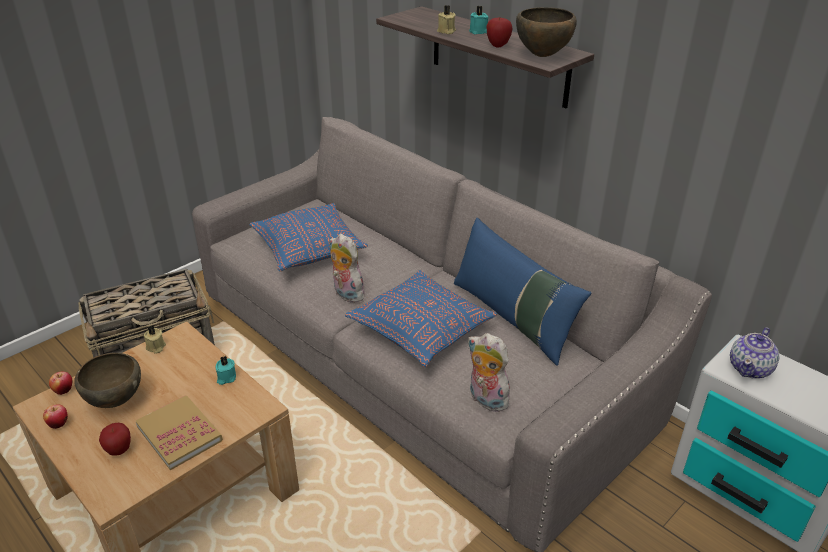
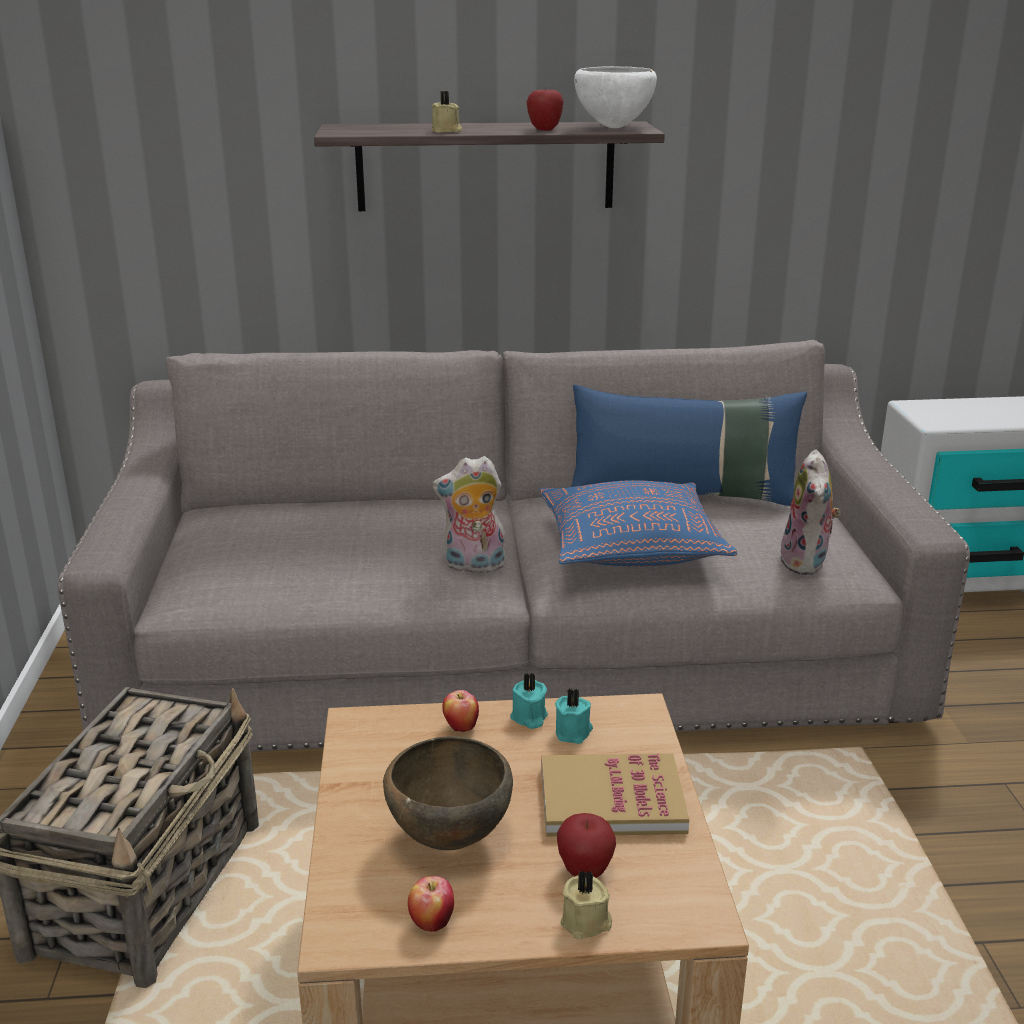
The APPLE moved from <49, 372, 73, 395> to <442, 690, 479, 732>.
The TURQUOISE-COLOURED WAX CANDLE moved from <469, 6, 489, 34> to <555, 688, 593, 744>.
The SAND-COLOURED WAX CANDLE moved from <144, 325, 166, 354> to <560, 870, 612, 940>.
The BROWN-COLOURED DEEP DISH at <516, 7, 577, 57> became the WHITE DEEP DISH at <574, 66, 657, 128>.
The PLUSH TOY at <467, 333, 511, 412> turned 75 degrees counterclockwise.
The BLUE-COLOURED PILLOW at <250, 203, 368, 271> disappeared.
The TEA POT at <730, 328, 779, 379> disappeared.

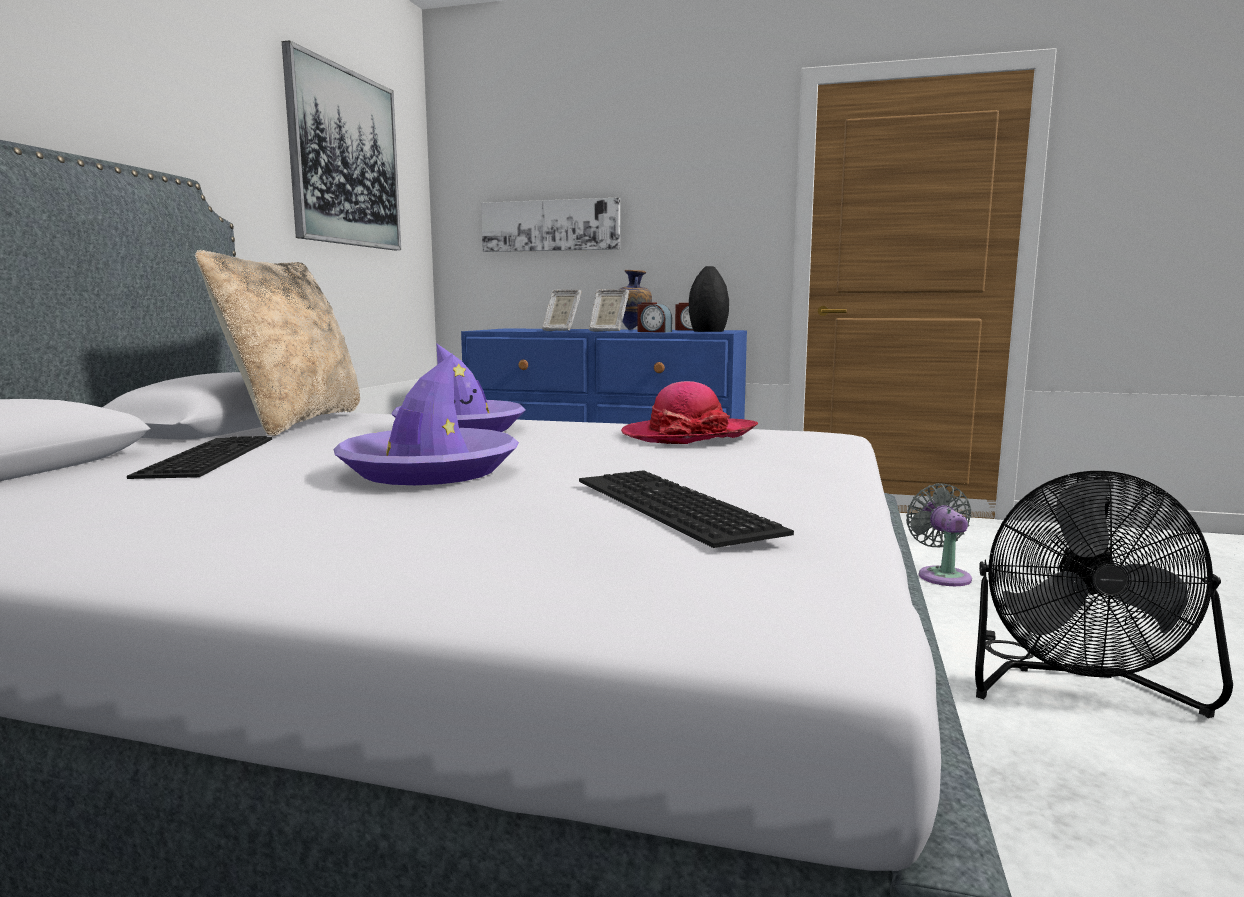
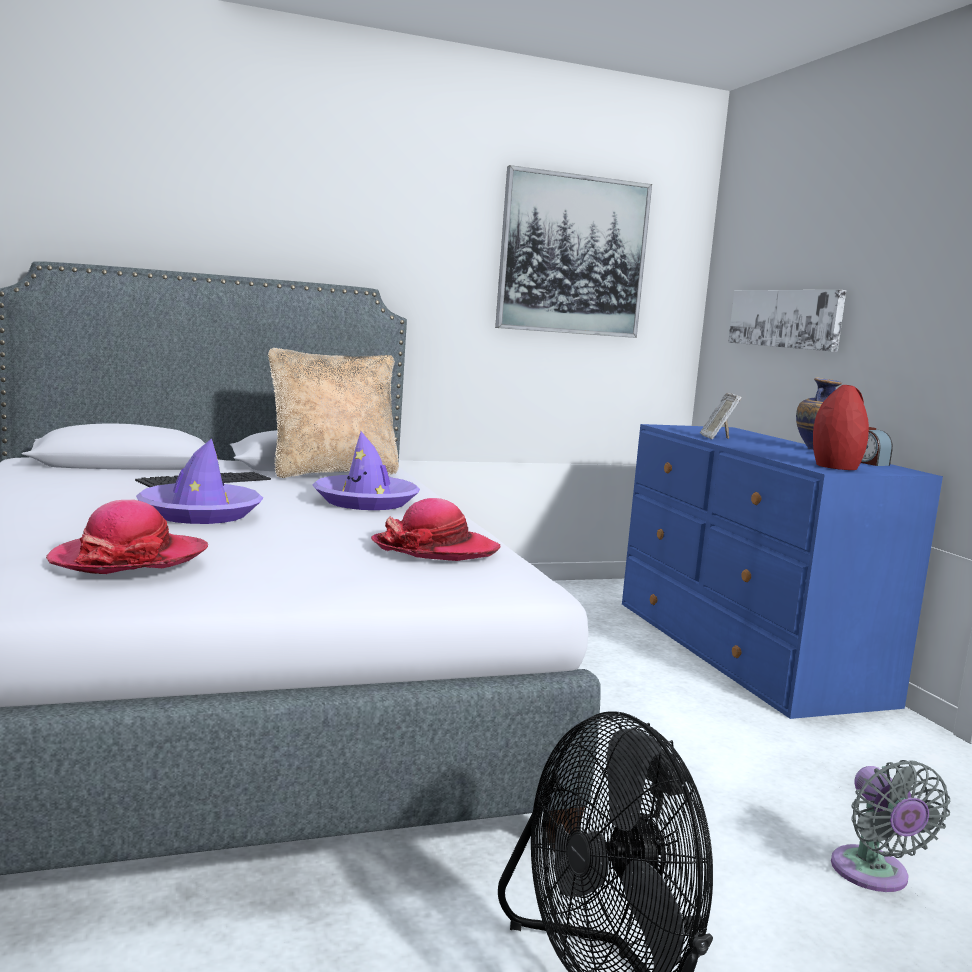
The PC KEYBOARD at <579, 470, 794, 548> was replaced by the WEARABLE HAT at <46, 500, 208, 574>.
The BLACK FLOWER VASE at <689, 266, 729, 332> became the REDDISH FLOWER VASE at <813, 385, 869, 470>.
The GREYISH ELECTRIC FAN at <906, 483, 972, 586> turned 120 degrees clockwise.
The PICTURE FRAME at <589, 289, 629, 331> disappeared.
The BEDSIDE CLOCK at <637, 302, 672, 333> disappeared.

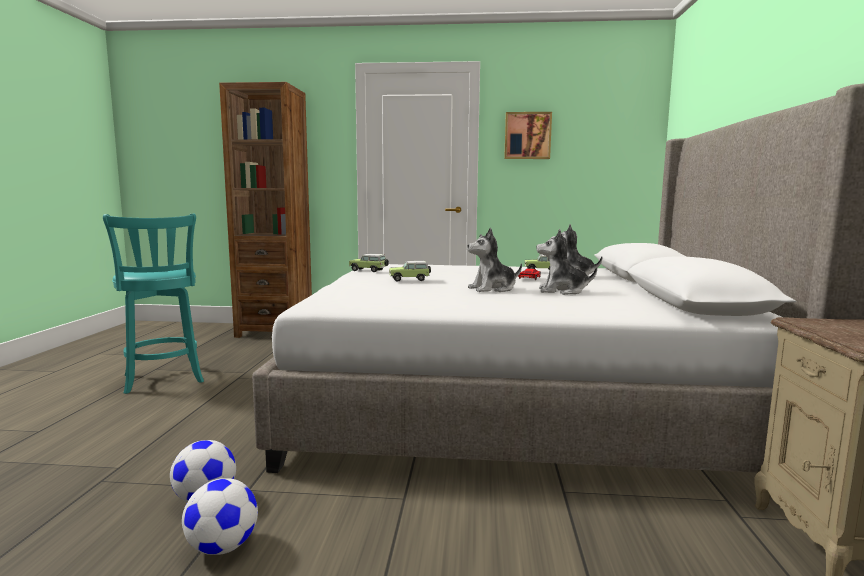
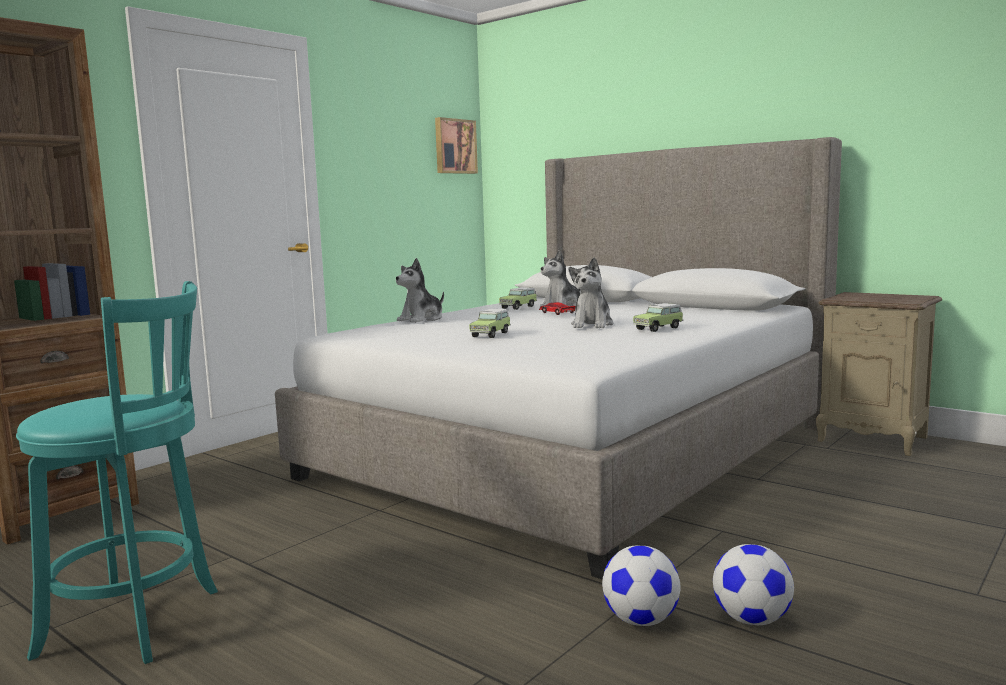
The PLUSH TOY moved from <536, 229, 597, 295> to <396, 258, 444, 323>.
The WALL PICTURE moved from <504, 112, 552, 159> to <435, 117, 478, 174>.
The MINIATURE CAR moved from <349, 254, 389, 272> to <633, 303, 683, 332>.

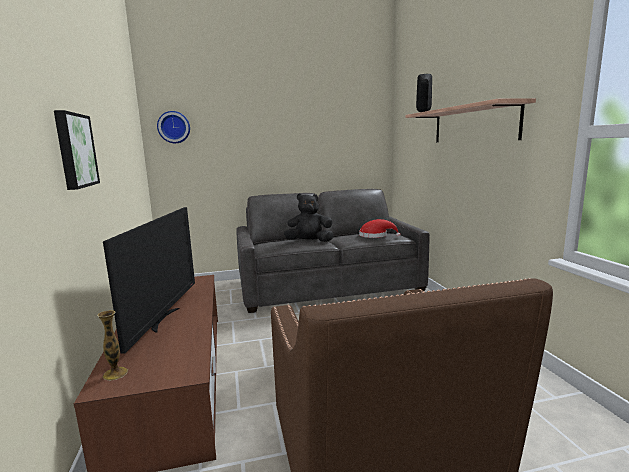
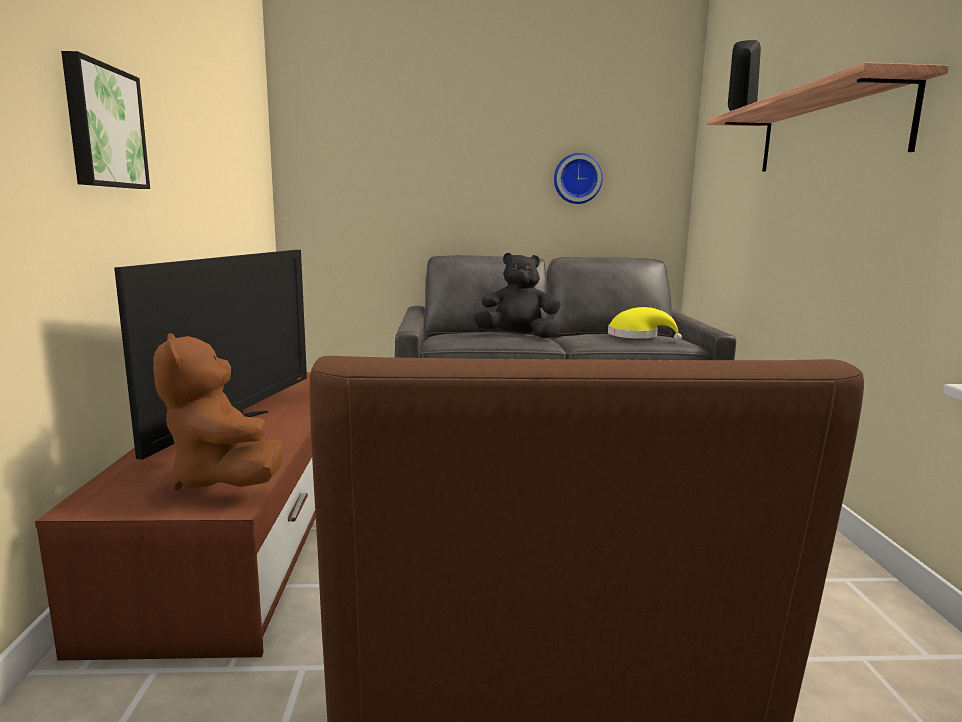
The BROWN-COLOURED PLUSH TOY at <153, 333, 284, 491> appeared.
The HANGING CLOCK moved from <157, 111, 190, 143> to <554, 153, 603, 204>.
The REDDISH WEARABLE HAT at <359, 219, 400, 238> became the YELLOW WEARABLE HAT at <608, 307, 682, 341>.
The FLOWER VASE at <97, 310, 128, 381> disappeared.

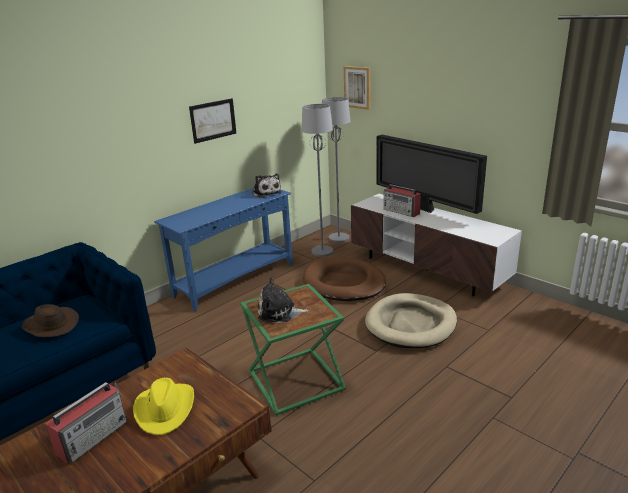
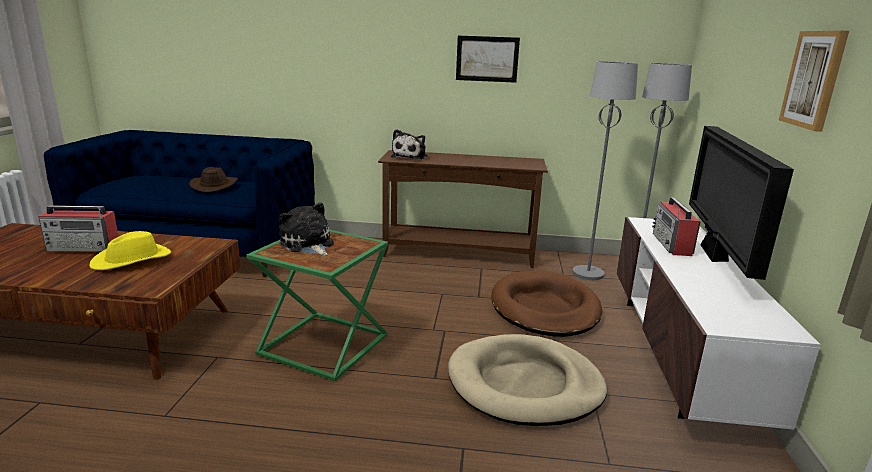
The BLUE-COLOURED HALL TABLE at <154, 188, 293, 311> became the BROWN-COLOURED HALL TABLE at <378, 150, 548, 268>.
The PLUSH TOY moved from <252, 173, 281, 198> to <391, 129, 427, 160>.
The WALL PICTURE moved from <344, 66, 371, 110> to <779, 31, 849, 132>.

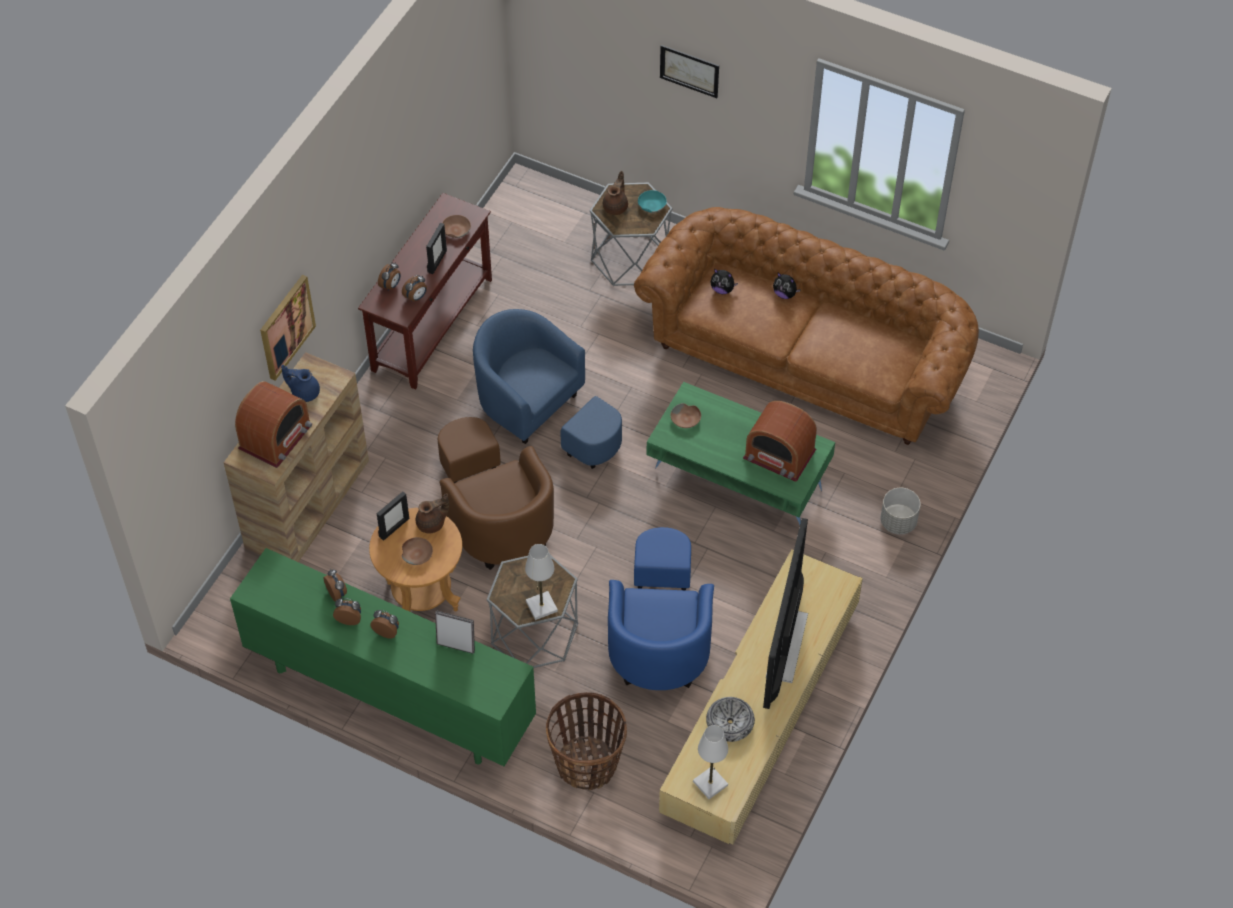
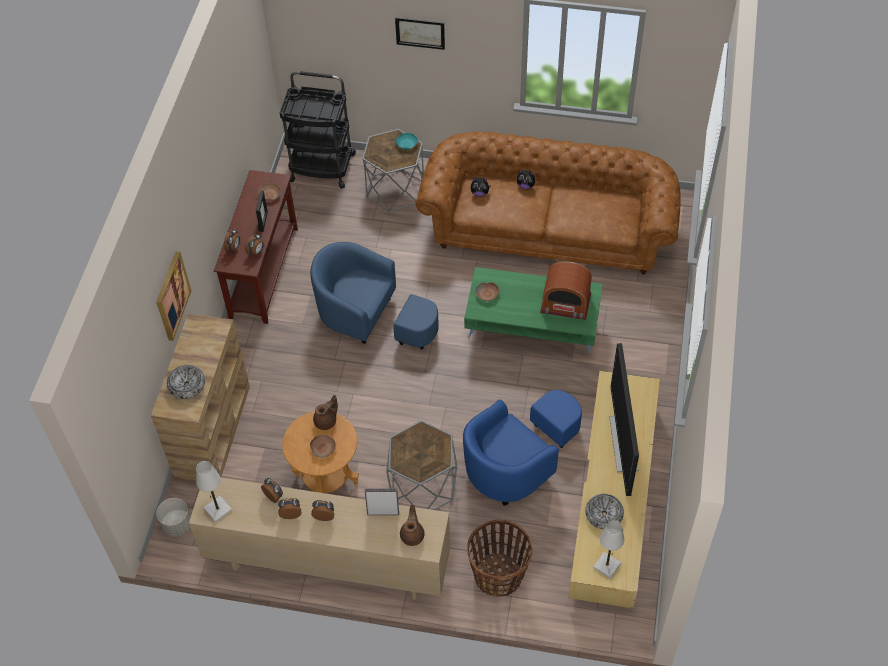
The GREYISH PLANTER moved from <880, 488, 921, 535> to <156, 498, 191, 537>.
The RADIO RECEIVER at <235, 381, 312, 468> was replaced by the DEEP DISH at <167, 365, 205, 399>.
The GREEN-COLOURED STORAGE CABINET at <230, 548, 536, 766> became the SAND-COLOURED STORAGE CABINET at <189, 478, 450, 600>.
The WHITE TABLE LAMP moved from <525, 544, 558, 620> to <196, 461, 232, 522>.
The BLACK WHEELED CART at <280, 71, 356, 189> appeared.
The BROWN-COLOURED TEA POT moved from <603, 171, 628, 215> to <400, 504, 424, 546>.
The BLUE-COLOURED ARMCHAIR at <608, 527, 714, 690> turned 60 degrees clockwise.
The BLUE-COLOURED TEA POT at <281, 365, 320, 402> disappeared.
The PICTURE FRAME at <376, 492, 409, 541> disappeared.
The BROWN-COLOURED ARMCHAIR at <438, 417, 554, 570> disappeared.

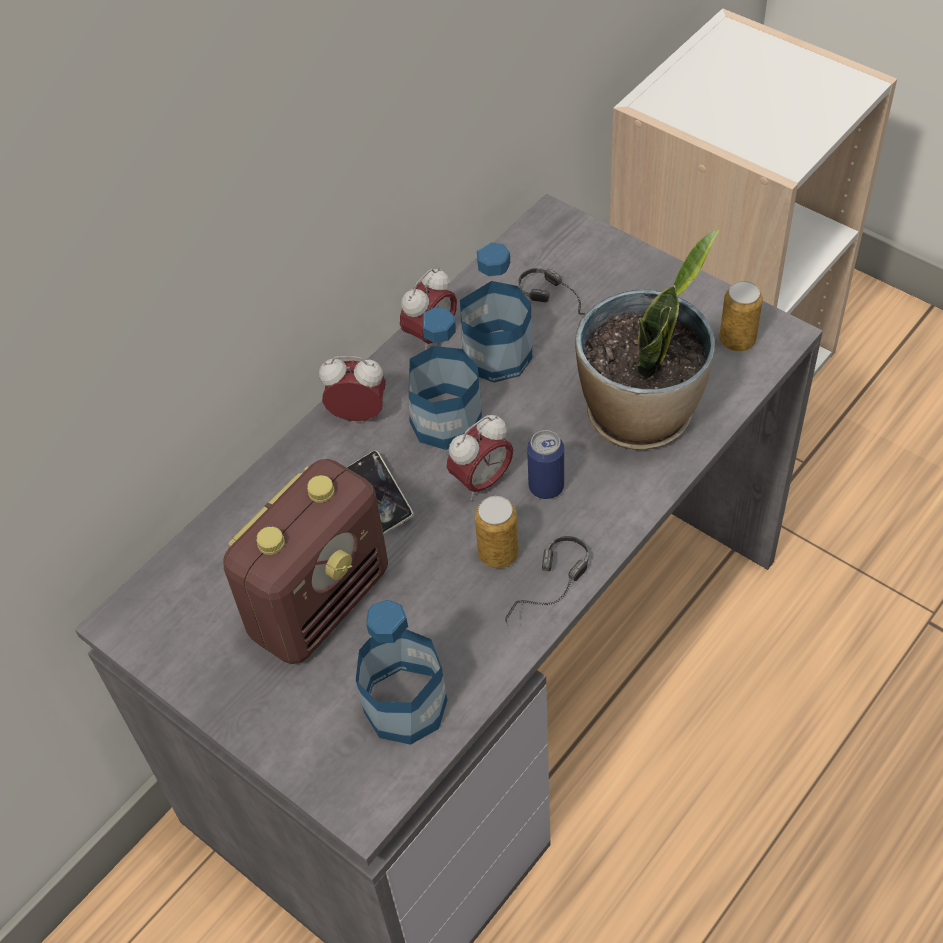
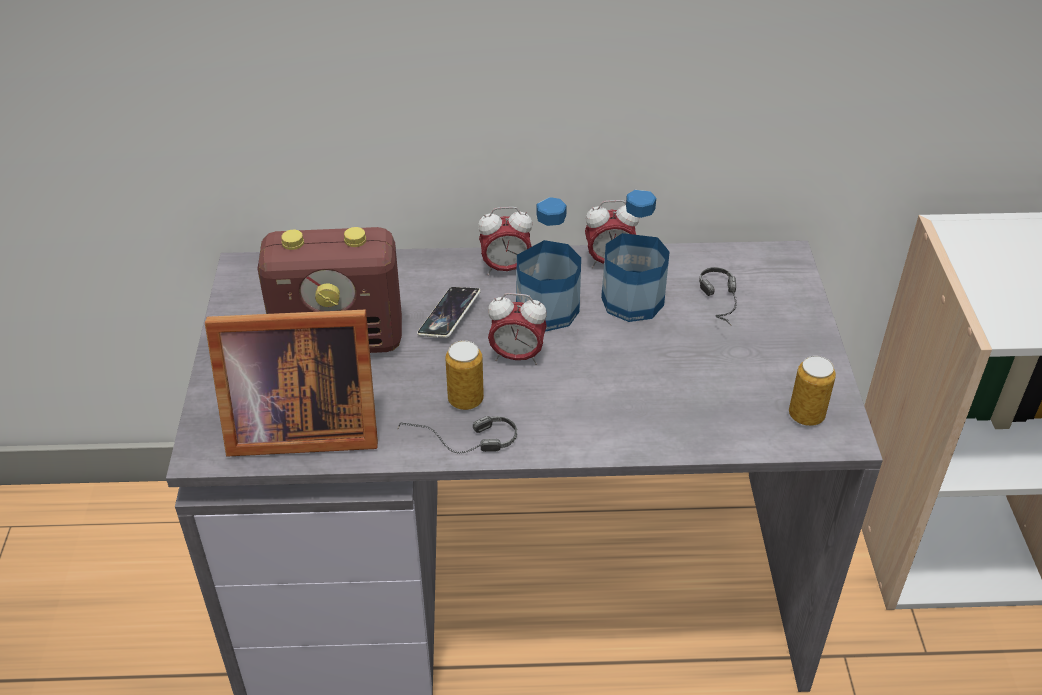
The BOTTLE at <356, 600, 447, 745> was replaced by the PICTURE FRAME at <205, 310, 378, 457>.
The BEDSIDE CLOCK at <319, 356, 386, 421> turned 120 degrees clockwise.
The METAL CAN at <527, 430, 564, 499> disappeared.
The HOUSEPLANT at <575, 230, 719, 450> disappeared.

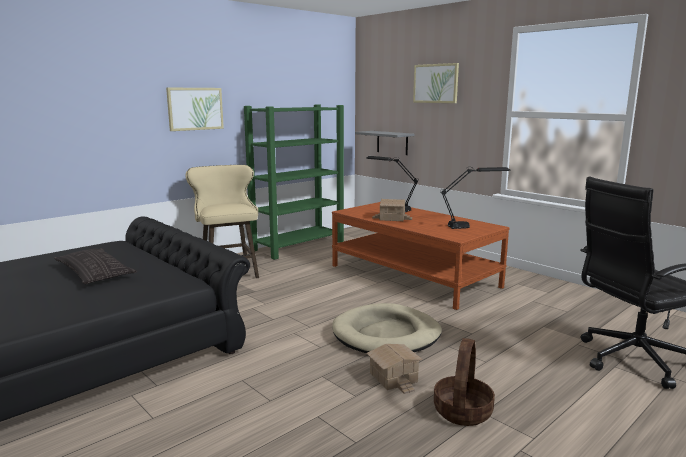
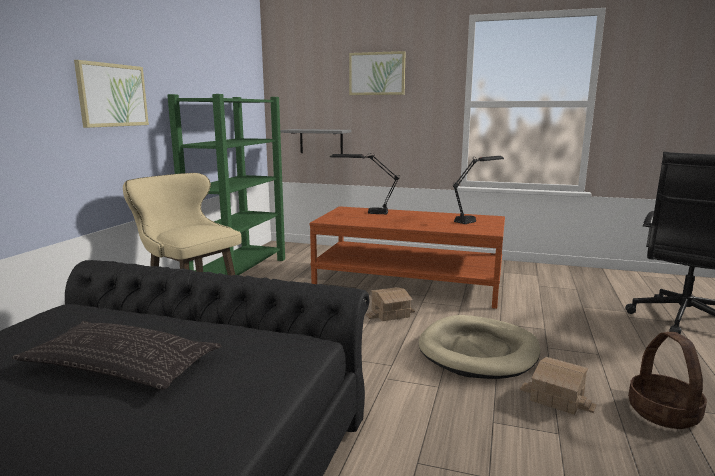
The MINIATURE HOUSE moved from <372, 199, 412, 221> to <366, 287, 415, 321>.

